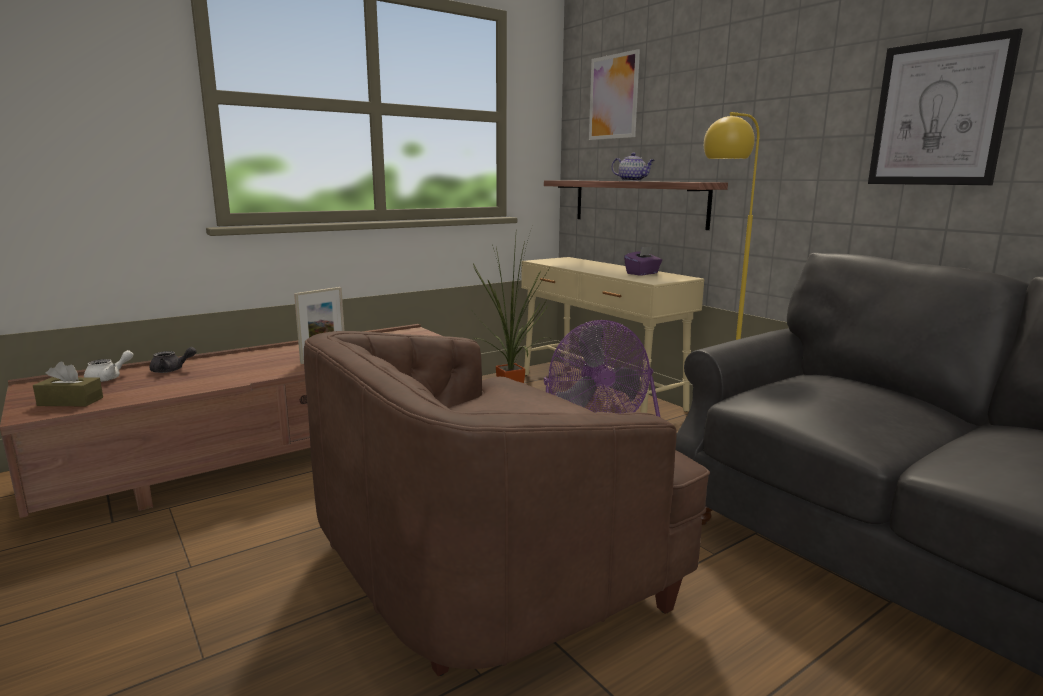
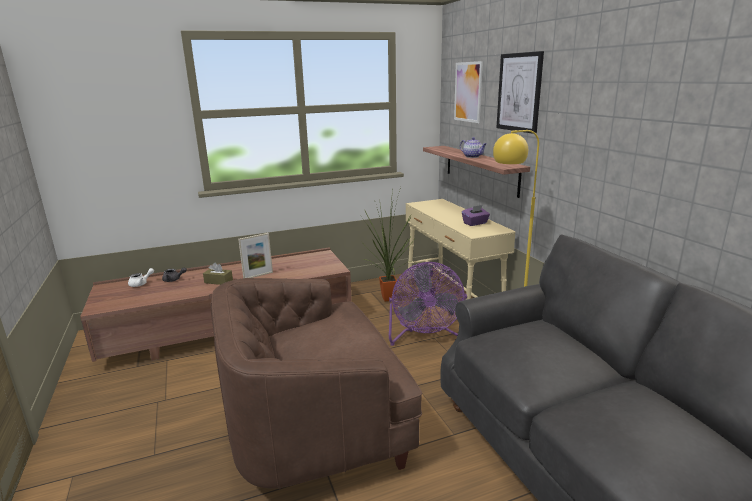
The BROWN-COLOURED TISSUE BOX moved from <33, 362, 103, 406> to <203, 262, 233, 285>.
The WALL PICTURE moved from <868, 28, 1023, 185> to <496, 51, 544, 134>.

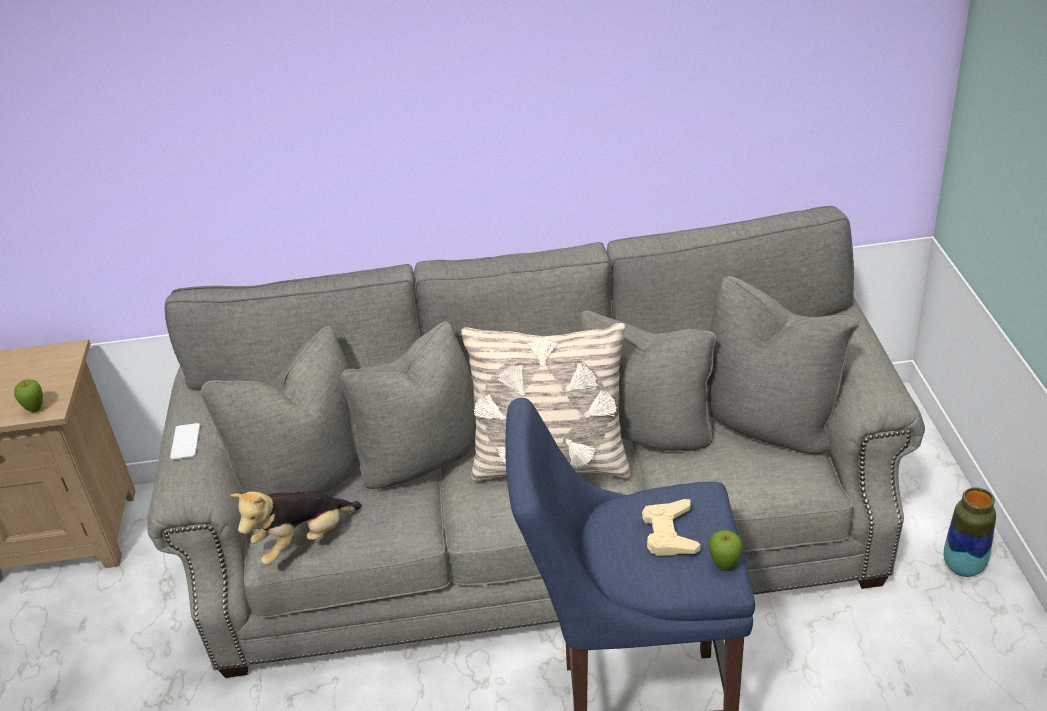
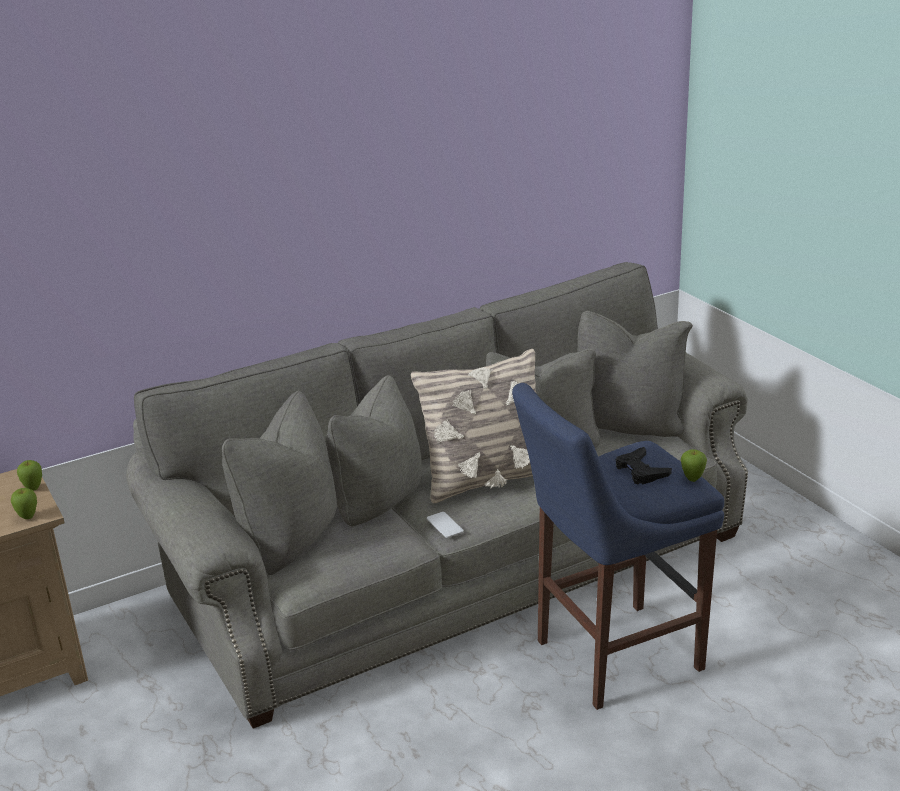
The APPLE at <17, 460, 42, 491> appeared.
The HANDSET moved from <170, 423, 200, 460> to <427, 512, 464, 538>.
The SAND-COLOURED GAMEPAD at <642, 499, 700, 556> became the BLACK GAMEPAD at <616, 447, 672, 485>.
The PLUSH TOY at <230, 491, 362, 565> disappeared.
The FLOWER VASE at <944, 487, 996, 577> disappeared.

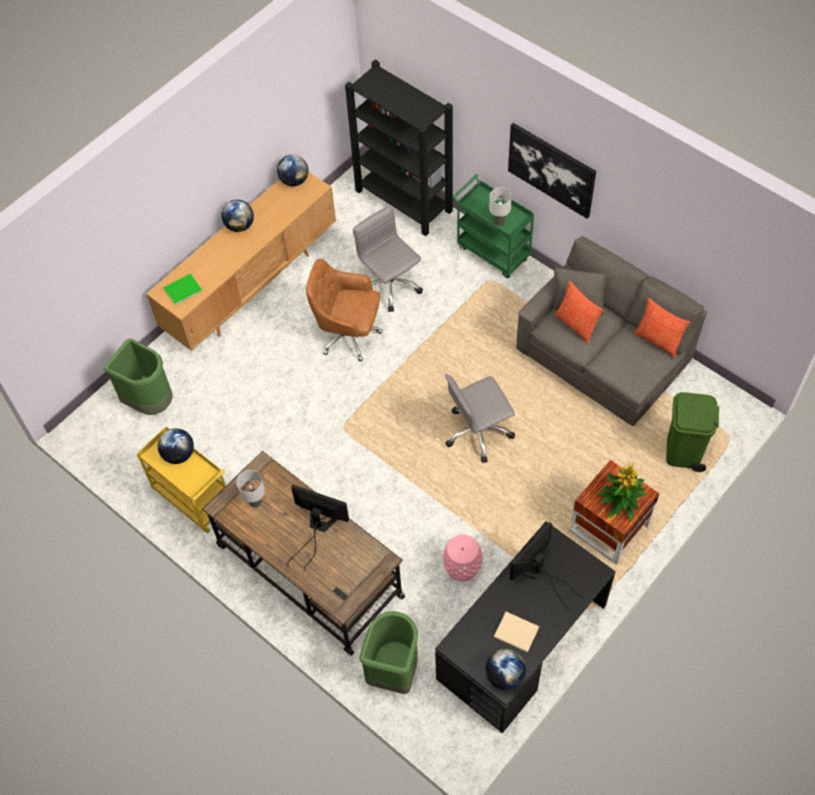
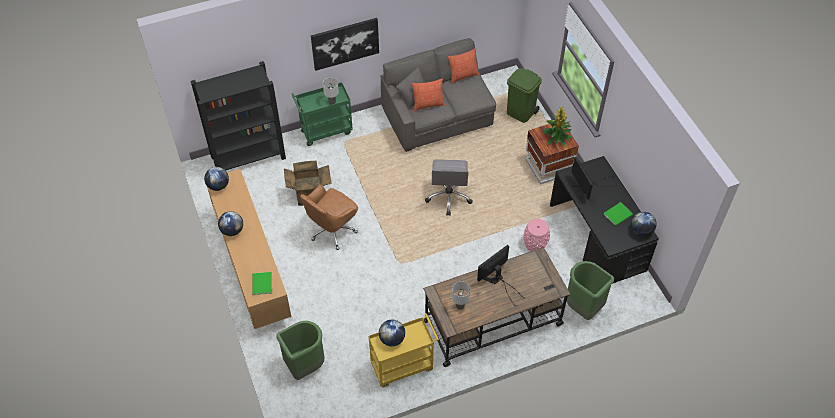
The GREYISH DESK CHAIR at <353, 205, 423, 312> was replaced by the PACKING BOX at <284, 161, 332, 206>.
The SAND-COLOURED BOUND BOOK at <494, 612, 539, 652> became the GREEN-COLOURED BOUND BOOK at <604, 202, 633, 226>.

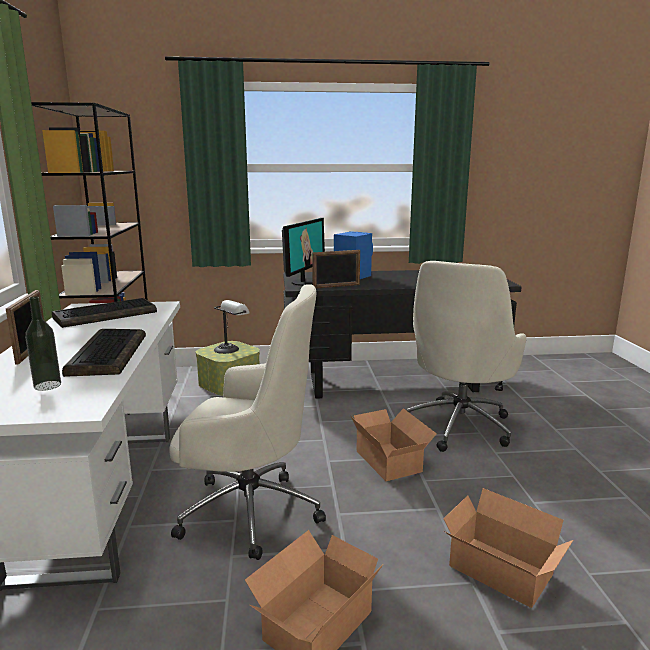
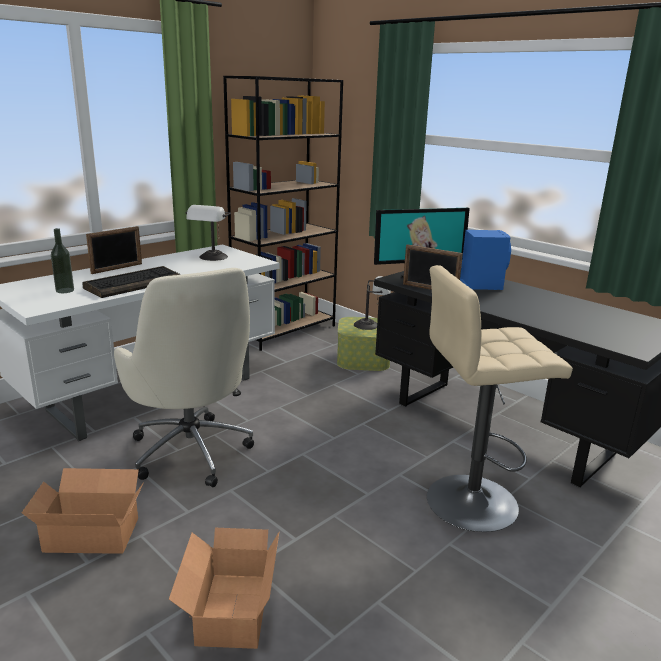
The PC KEYBOARD at <52, 298, 157, 328> was replaced by the TABLE LAMP at <186, 205, 231, 261>.
The SAND-COLOURED DESK CHAIR at <407, 261, 526, 452> was replaced by the SAND-COLOURED STOOL SEAT at <427, 265, 573, 532>.
The PACKING BOX at <350, 408, 437, 481> disappeared.

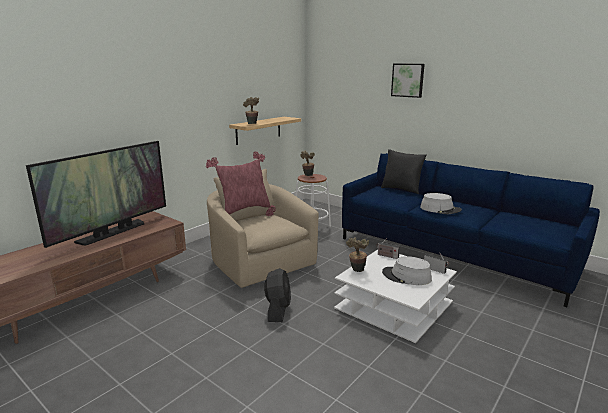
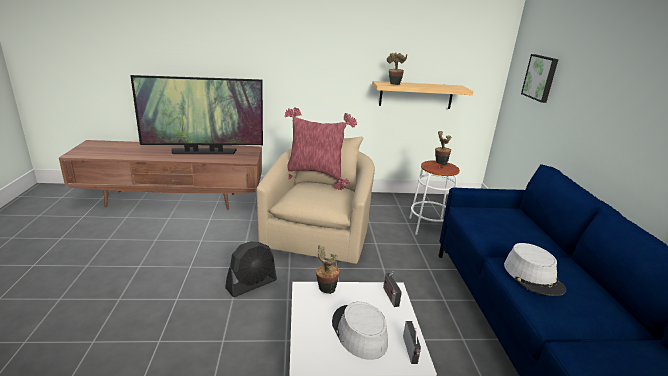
The WALL PICTURE moved from <391, 64, 425, 98> to <521, 54, 558, 103>.
The BLACK PILLOW at <381, 149, 427, 194> disappeared.

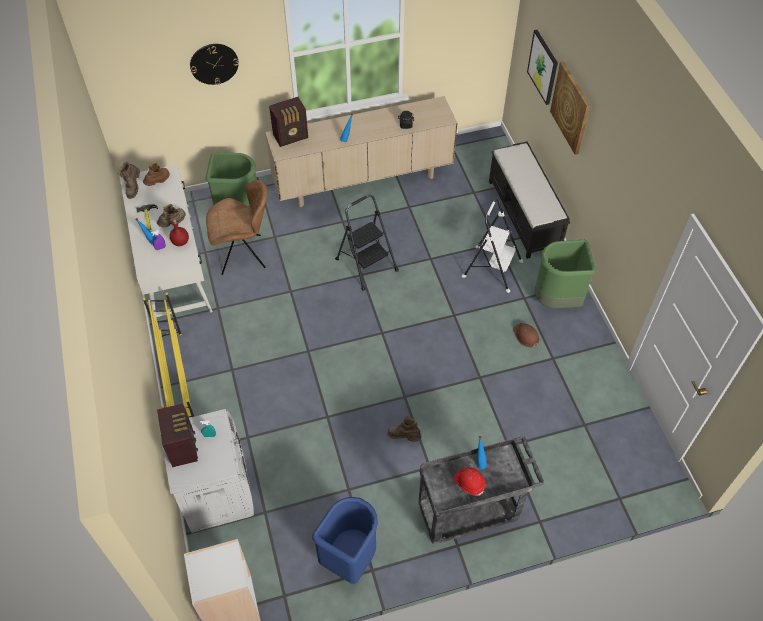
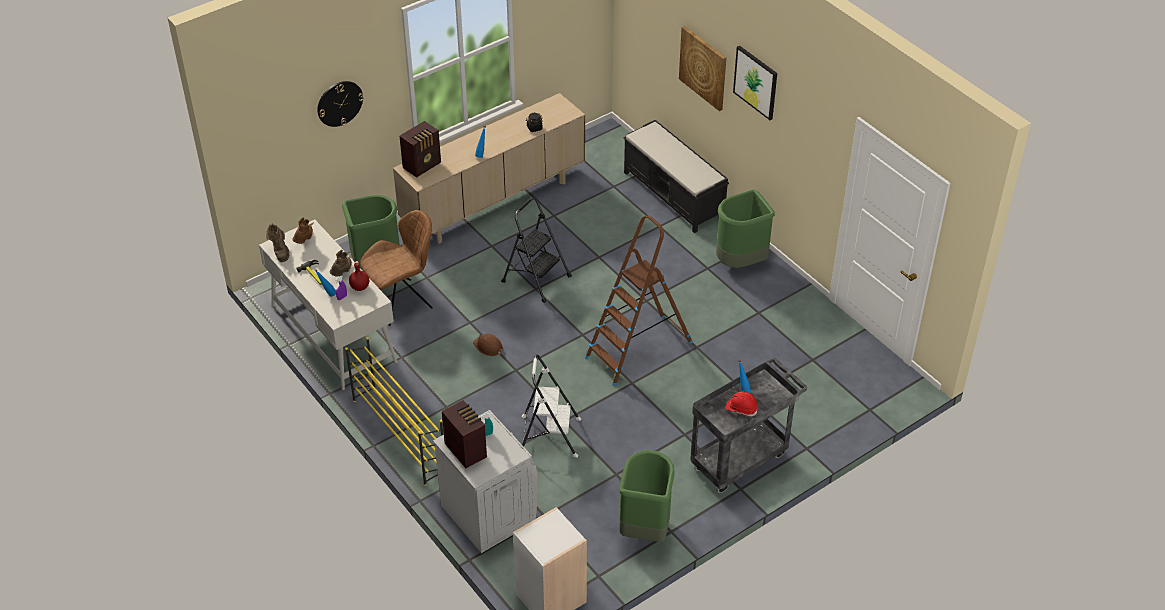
The BROWN-COLOURED SAFETY HELMET moved from <513, 323, 539, 347> to <473, 334, 503, 356>.
The WHITE STEP LADDER moved from <462, 199, 523, 293> to <522, 355, 581, 458>.
The BROWN-COLOURED STEP LADDER at <585, 216, 693, 386> appeared.
The BLUE-COLOURED RUBBISH BIN at <312, 497, 378, 584> became the GREEN-COLOURED RUBBISH BIN at <619, 450, 675, 542>.
The WALL PICTURE moved from <527, 30, 558, 105> to <733, 46, 777, 120>.
The BROWN-COLOURED BOOT at <387, 416, 421, 442> disappeared.

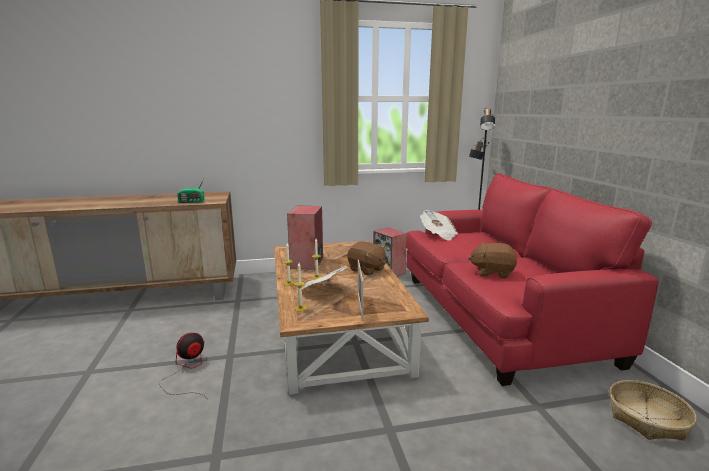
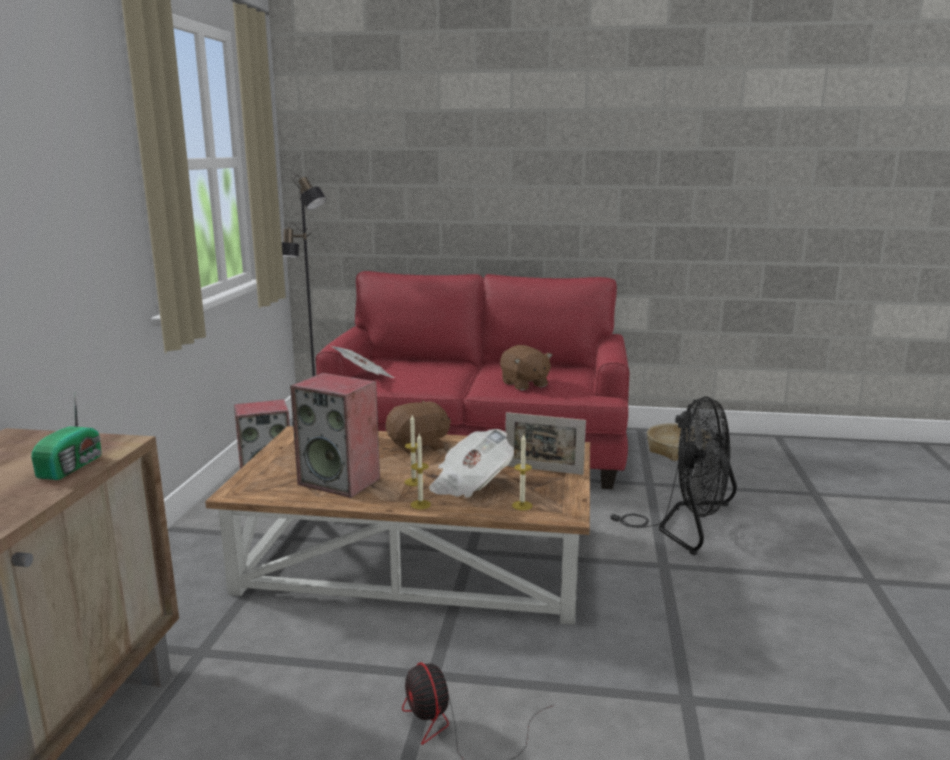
The BROWN-COLOURED PLUSH TOY at <468, 242, 517, 278> turned 60 degrees counterclockwise.
The BLACK ELECTRIC FAN at <610, 397, 737, 556> appeared.

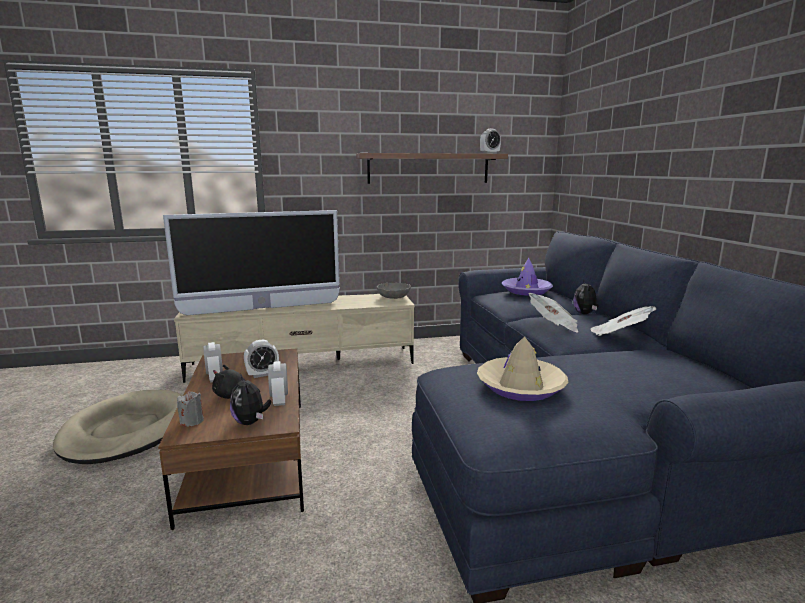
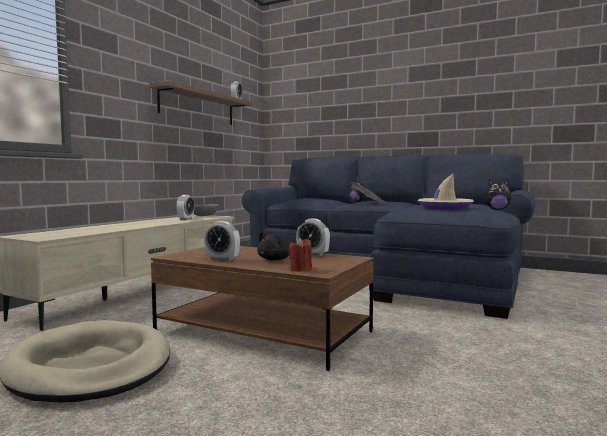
The BEDSIDE CLOCK moved from <244, 340, 279, 378> to <176, 195, 195, 220>.
The GREYISH WAX CANDLE at <177, 391, 204, 426> became the REDDISH WAX CANDLE at <288, 238, 312, 272>.
The PLUSH TOY moved from <230, 375, 271, 425> to <485, 179, 512, 210>.
The TV at <163, 210, 340, 315> disappeared.
The PURPLE-COLOURED WEARABLE HAT at <502, 258, 553, 296> disappeared.
The NEWSPAPER at <590, 306, 656, 336> disappeared.

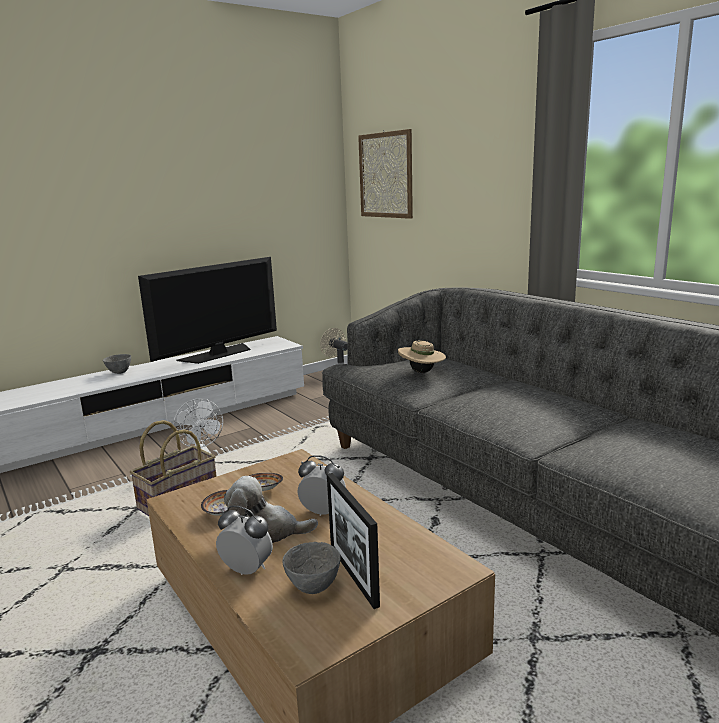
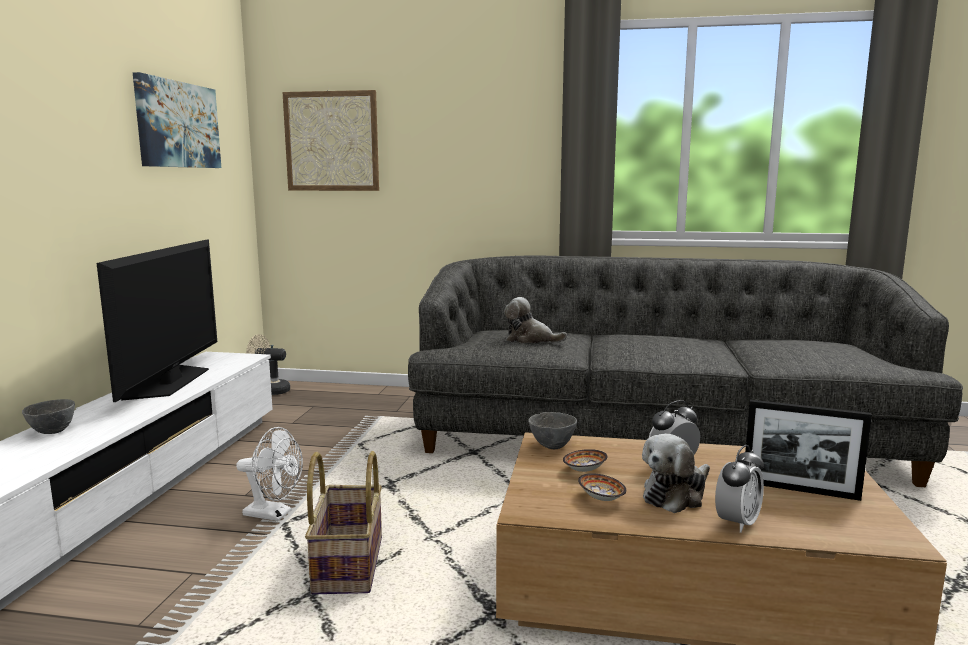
The WALL PICTURE at <133, 72, 221, 168> appeared.
The SAND-COLOURED WEARABLE HAT at <398, 340, 446, 373> was replaced by the PLUSH TOY at <504, 297, 567, 343>.
The GREYISH DEEP DISH moved from <282, 542, 341, 594> to <529, 412, 577, 449>.
The BEDSIDE CLOCK at <216, 506, 273, 575> turned 150 degrees clockwise.

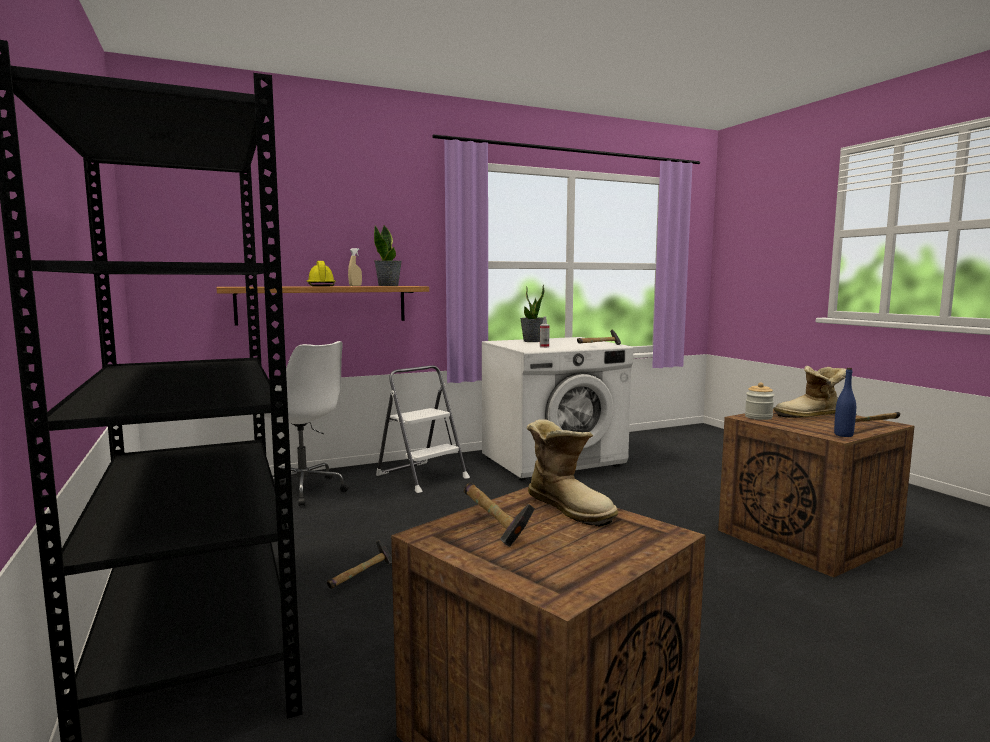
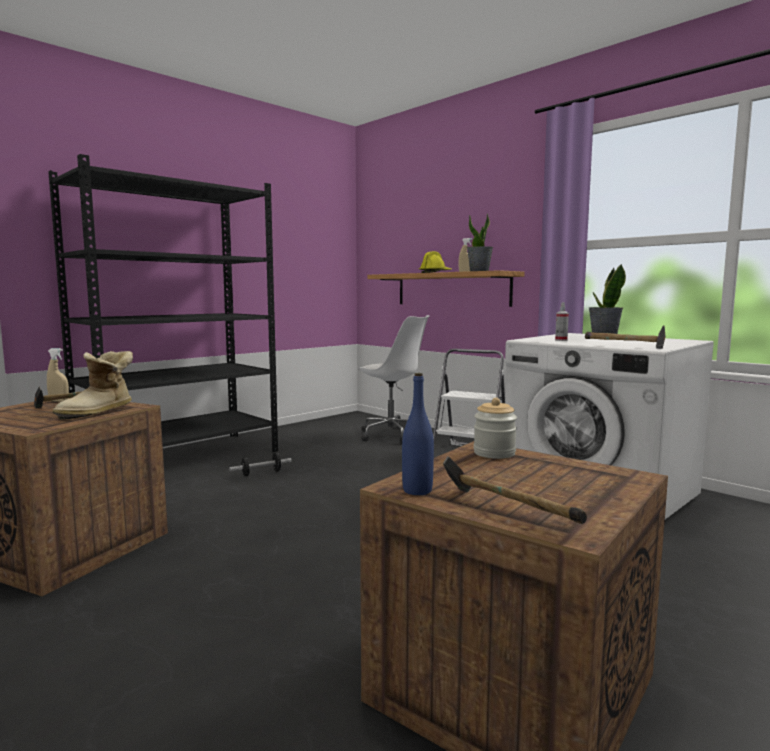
The SAND-COLOURED SPRAY BOTTLE at <47, 348, 69, 402> appeared.
The HAMMER at <327, 540, 392, 589> was replaced by the FREE WEIGHT at <229, 453, 292, 477>.
The WHITE DESK CHAIR at <264, 341, 349, 506> turned 75 degrees counterclockwise.
The BOOT at <773, 366, 846, 418> disappeared.

